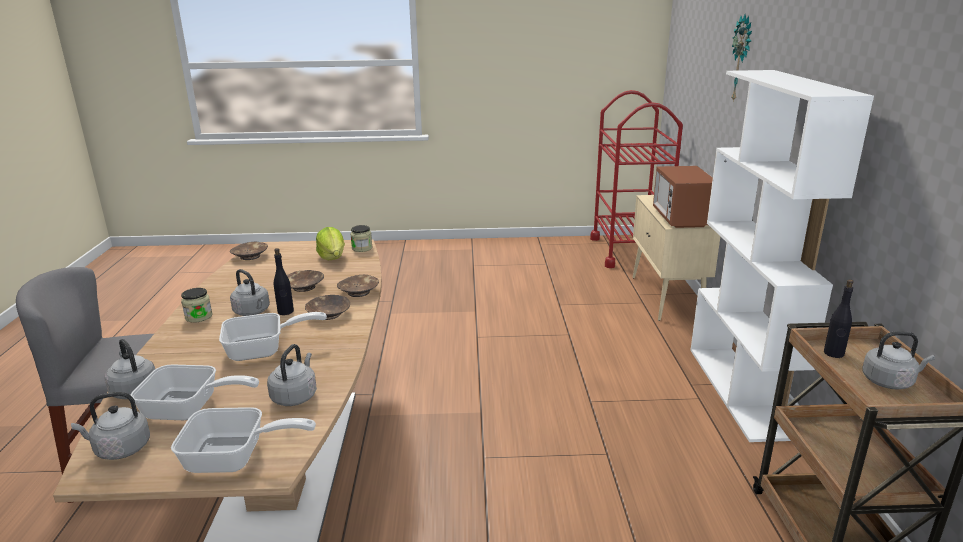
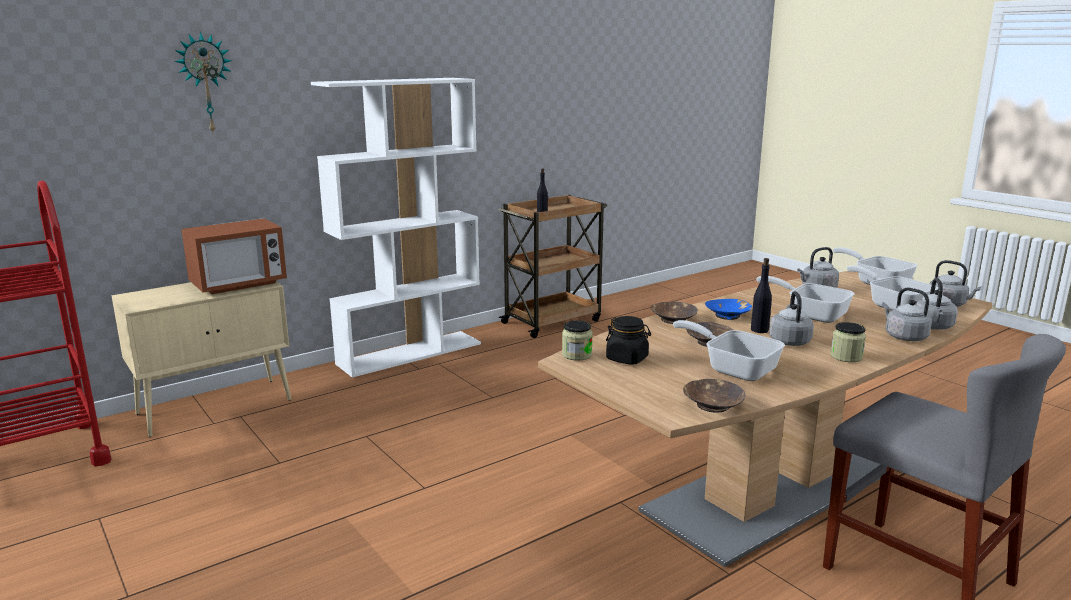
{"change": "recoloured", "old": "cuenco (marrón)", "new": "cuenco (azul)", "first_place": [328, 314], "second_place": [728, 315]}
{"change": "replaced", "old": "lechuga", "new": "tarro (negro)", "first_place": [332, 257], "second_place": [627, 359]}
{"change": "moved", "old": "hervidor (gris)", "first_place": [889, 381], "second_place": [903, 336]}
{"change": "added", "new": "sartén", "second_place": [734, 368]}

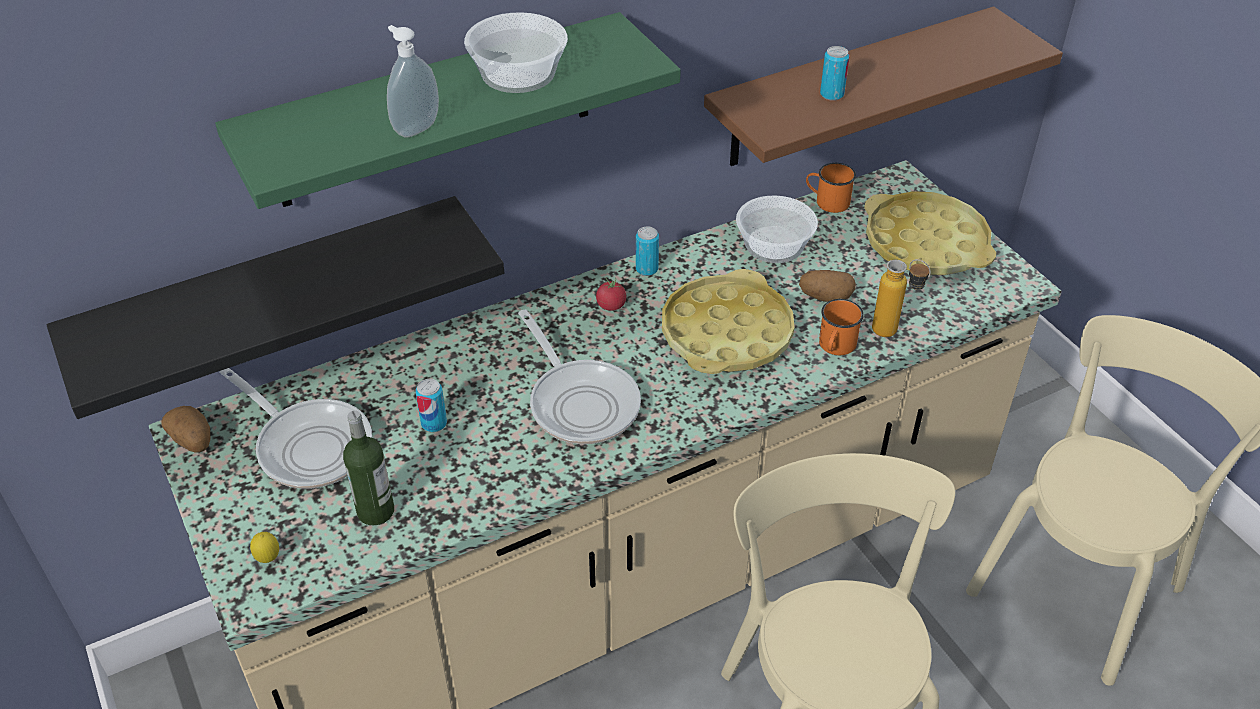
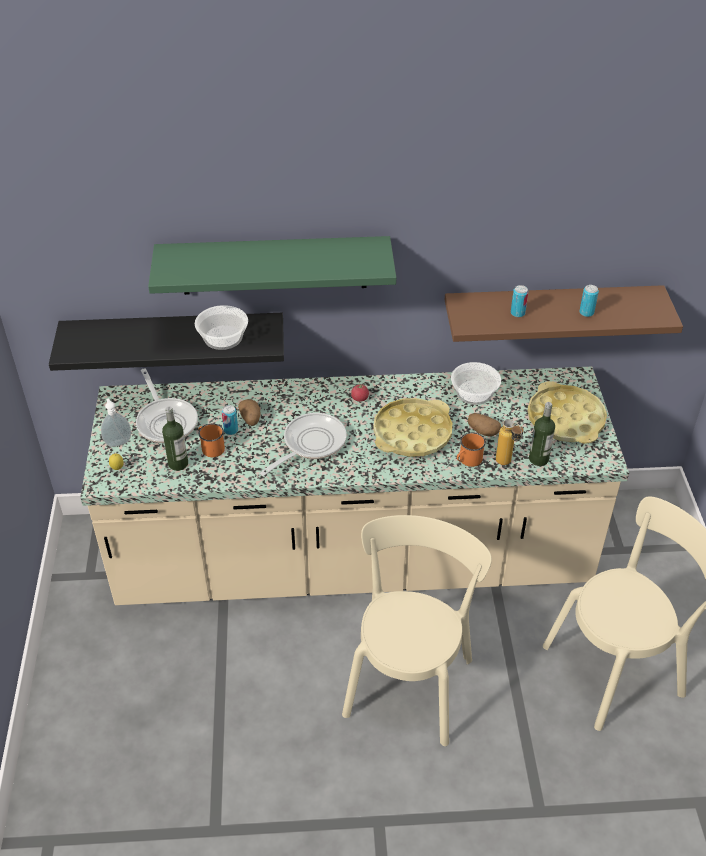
{"change": "moved", "old": "patata", "first_place": [193, 441], "second_place": [250, 419]}
{"change": "moved", "old": "dispensador de jabón", "first_place": [415, 127], "second_place": [118, 442]}
{"change": "moved", "old": "cuenco", "first_place": [519, 72], "second_place": [224, 337]}
{"change": "turned", "old": "sartén", "first_place": [580, 402], "second_place": [310, 444], "degrees": -135}
{"change": "moved", "old": "lata", "first_place": [647, 269], "second_place": [586, 312]}
{"change": "moved", "old": "taza grande (naranja)", "first_place": [827, 201], "second_place": [210, 447]}
{"change": "added", "new": "botella", "second_place": [538, 459]}

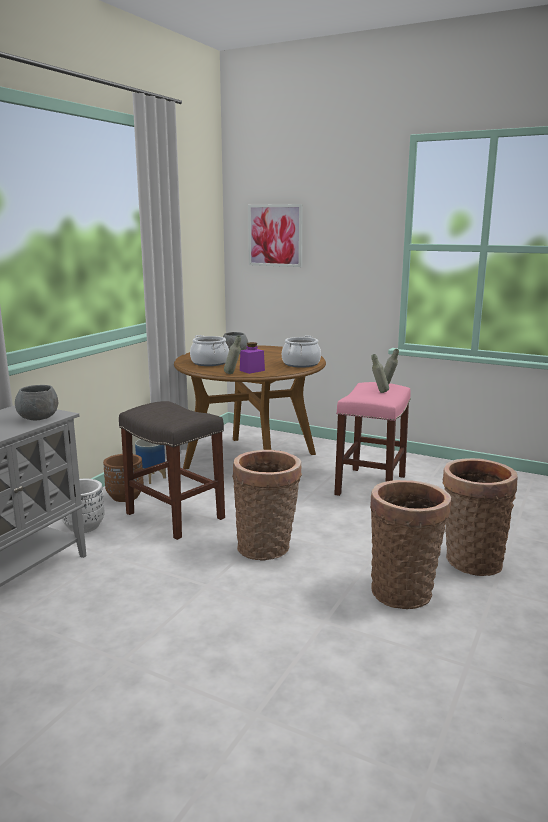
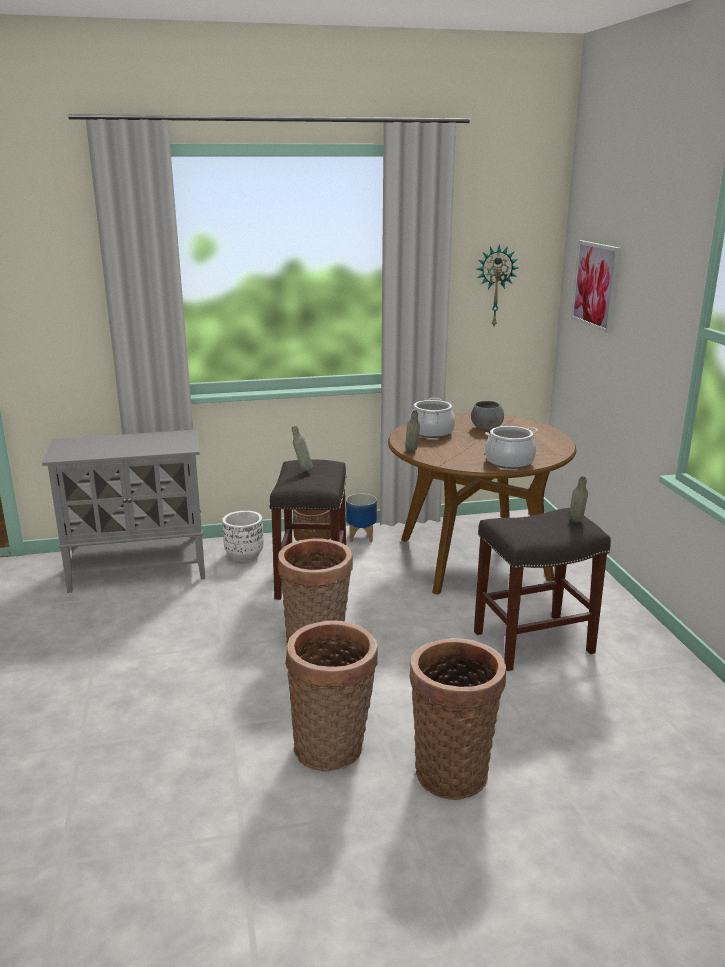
{"change": "removed", "old": "cuenco (gris)", "first_place": [38, 418]}
{"change": "removed", "old": "tarro (morado)", "first_place": [252, 370]}
{"change": "recoloured", "old": "taburete (rosa)", "new": "taburete (gris)", "first_place": [371, 486], "second_place": [532, 643]}
{"change": "moved", "old": "botella (gris)", "first_place": [379, 392], "second_place": [302, 470]}
{"change": "added", "new": "reloj de pared", "second_place": [495, 286]}

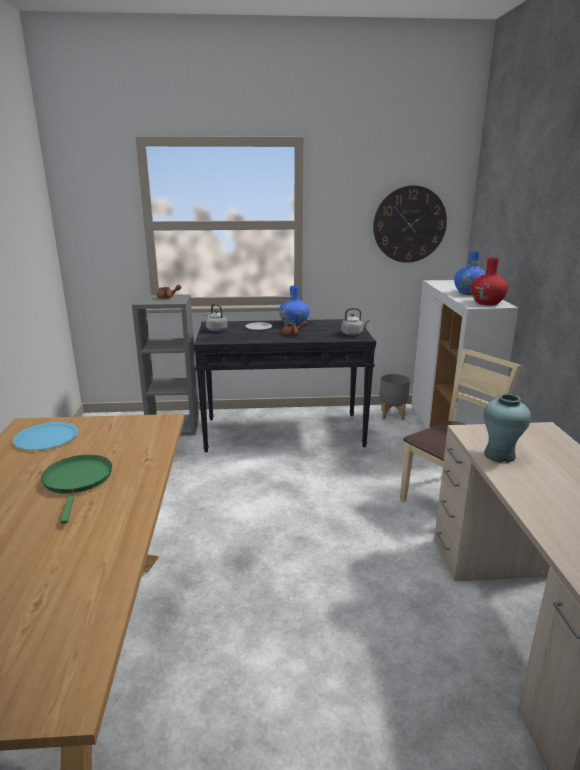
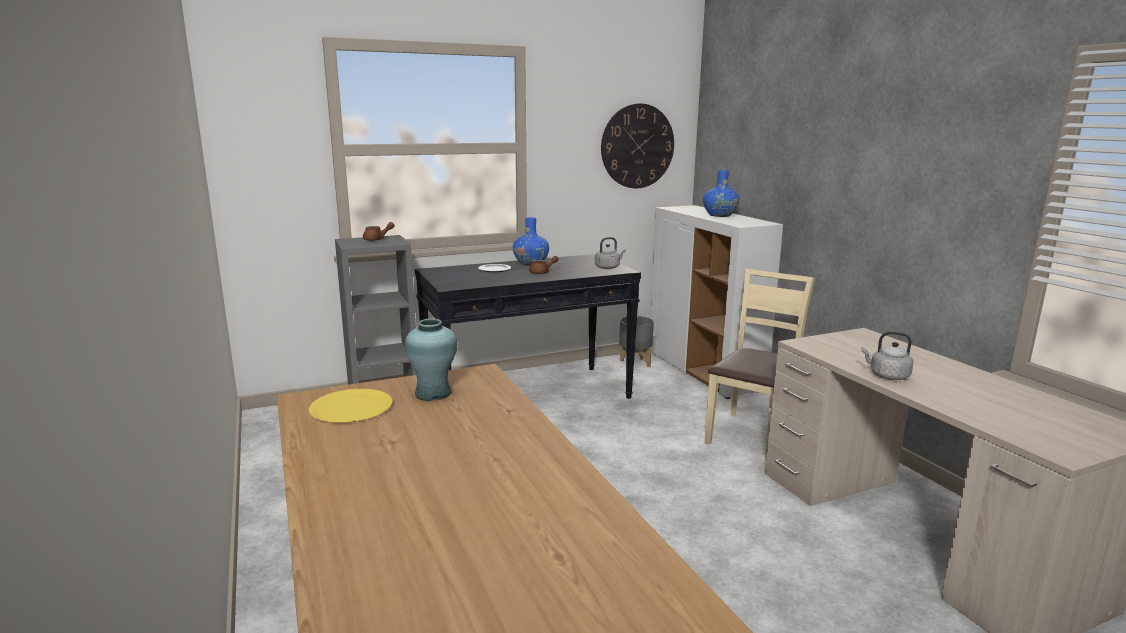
{"change": "recoloured", "old": "plato (azul)", "new": "plato (amarillo)", "first_place": [46, 437], "second_place": [351, 407]}
{"change": "removed", "old": "sartén (verde)", "first_place": [78, 481]}
{"change": "moved", "old": "hervidor (gris)", "first_place": [216, 329], "second_place": [887, 376]}
{"change": "removed", "old": "florero (rojo)", "first_place": [487, 303]}
{"change": "moved", "old": "florero (turquesa)", "first_place": [499, 455], "second_place": [433, 393]}

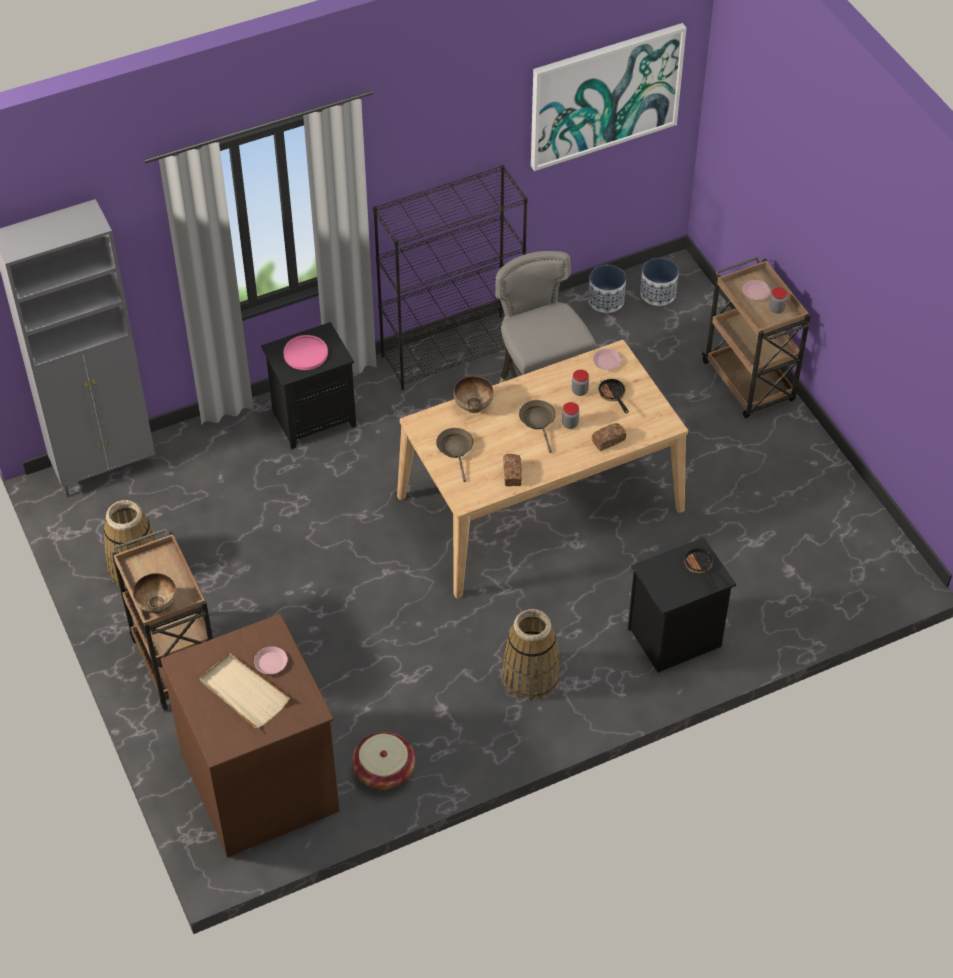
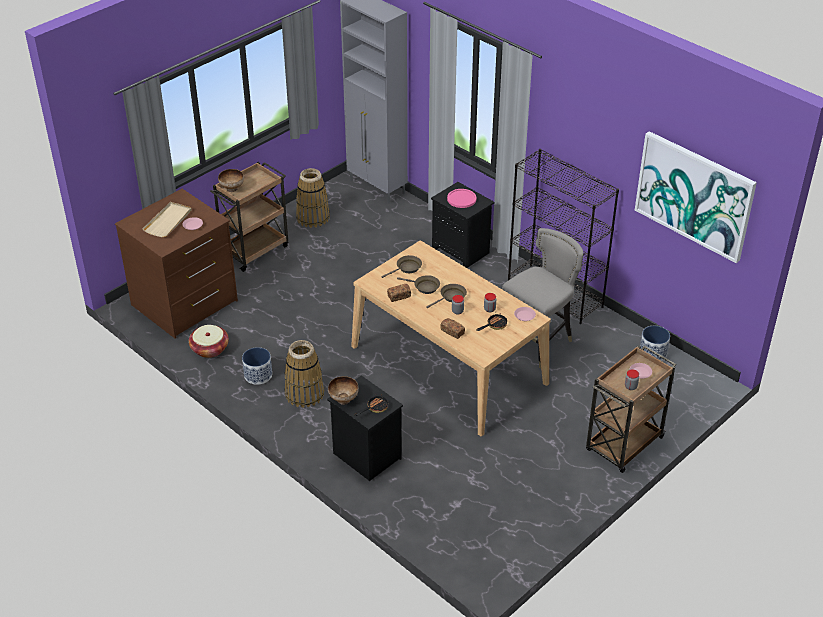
{"change": "moved", "old": "cuenco", "first_place": [473, 406], "second_place": [344, 399]}
{"change": "moved", "old": "maceta", "first_place": [658, 293], "second_place": [258, 375]}
{"change": "added", "new": "sartén (marrón)", "second_place": [424, 287]}

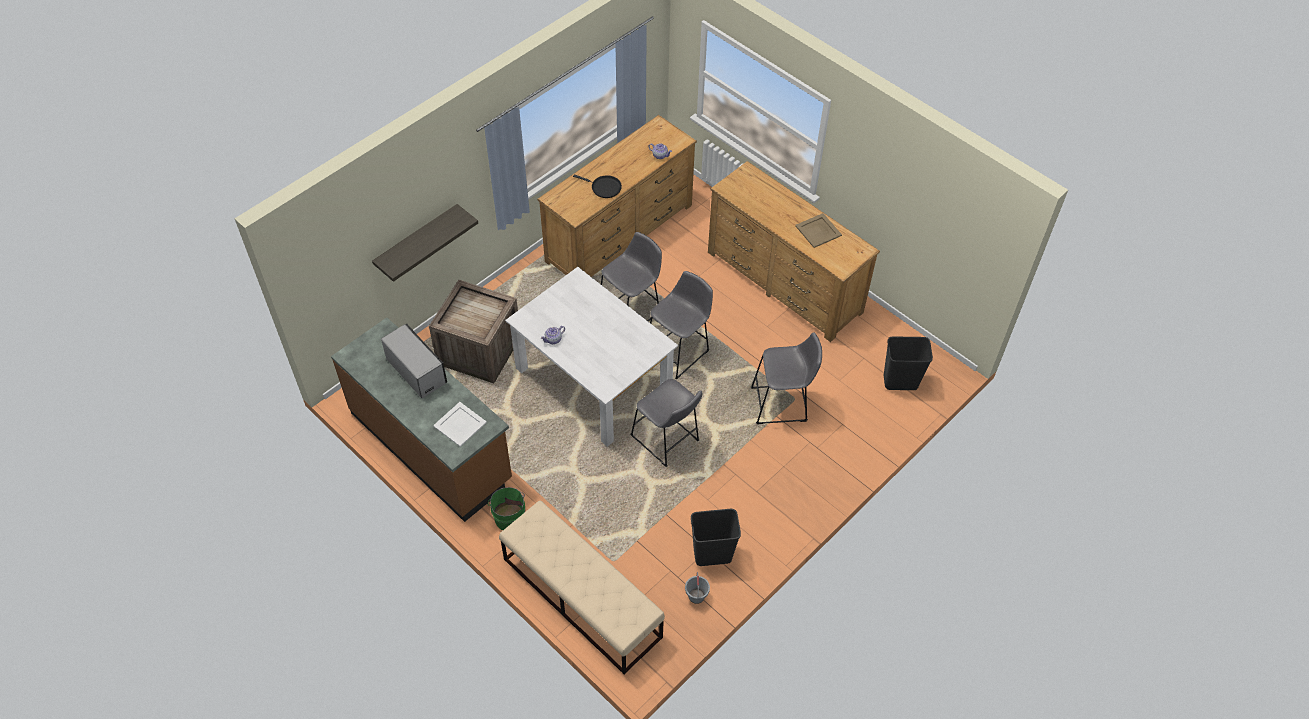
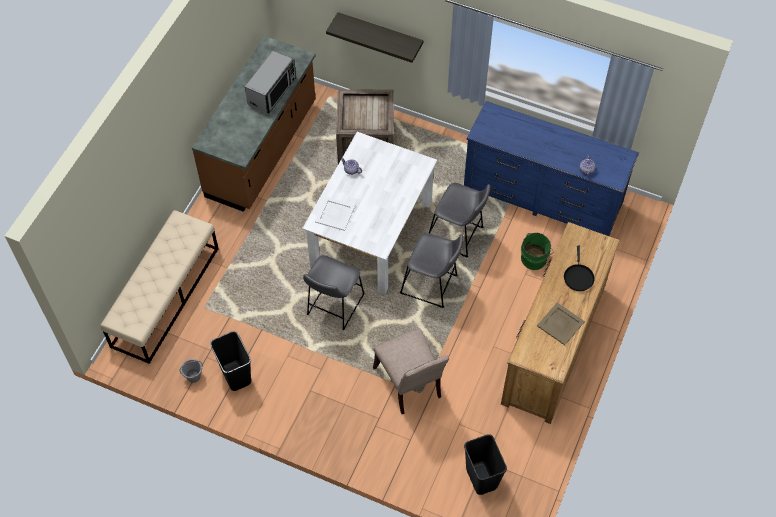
{"change": "moved", "old": "bandeja (blanco)", "first_place": [460, 424], "second_place": [335, 214]}
{"change": "moved", "old": "cubo (verde)", "first_place": [509, 516], "second_place": [535, 258]}
{"change": "recoloured", "old": "cómoda (marrón)", "new": "cómoda (azul)", "first_place": [619, 233], "second_place": [542, 197]}
{"change": "moved", "old": "sartén (negro)", "first_place": [604, 188], "second_place": [578, 277]}
{"change": "replaced", "old": "taburete (gris)", "new": "silla (beis)", "first_place": [782, 404], "second_place": [410, 384]}

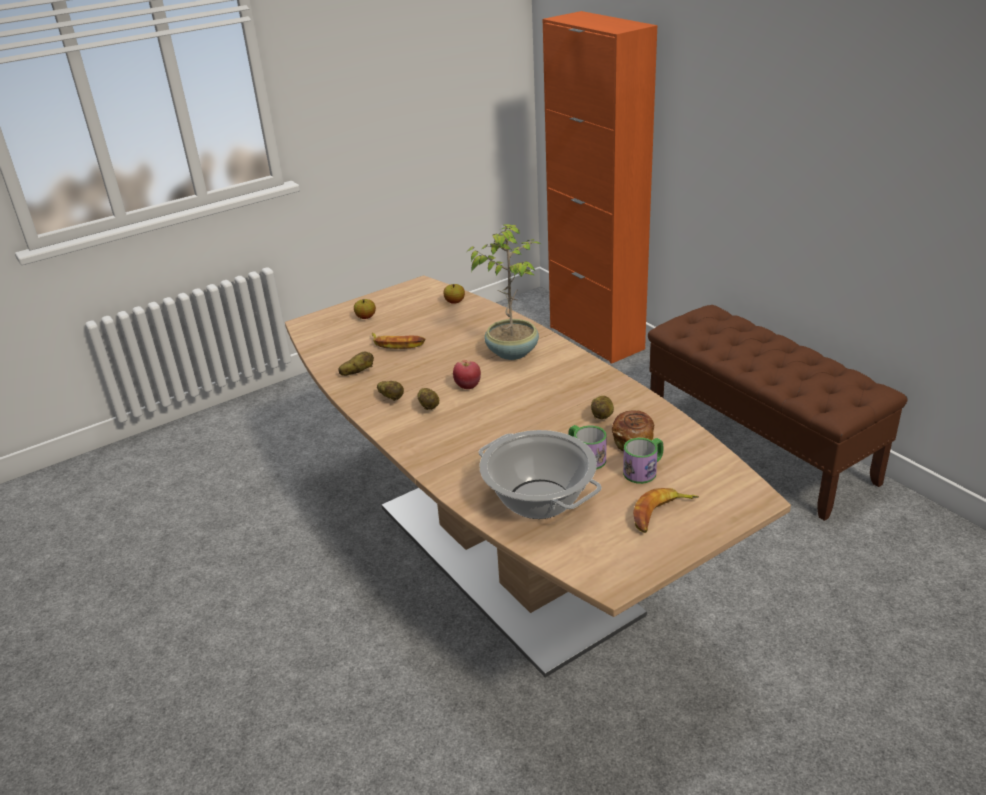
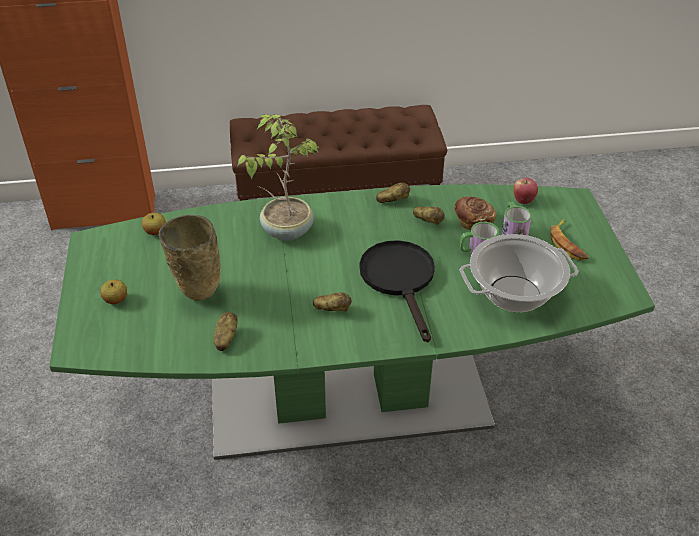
{"change": "recoloured", "old": "mesa de comedor (marrón)", "new": "mesa de comedor (verde)", "first_place": [504, 558], "second_place": [350, 399]}
{"change": "replaced", "old": "plátano", "new": "florero (beis)", "first_place": [397, 344], "second_place": [197, 295]}
{"change": "moved", "old": "patata", "first_place": [391, 398], "second_place": [392, 200]}
{"change": "moved", "old": "manzana", "first_place": [468, 386], "second_place": [523, 200]}
{"change": "added", "new": "sartén (negro)", "second_place": [400, 280]}

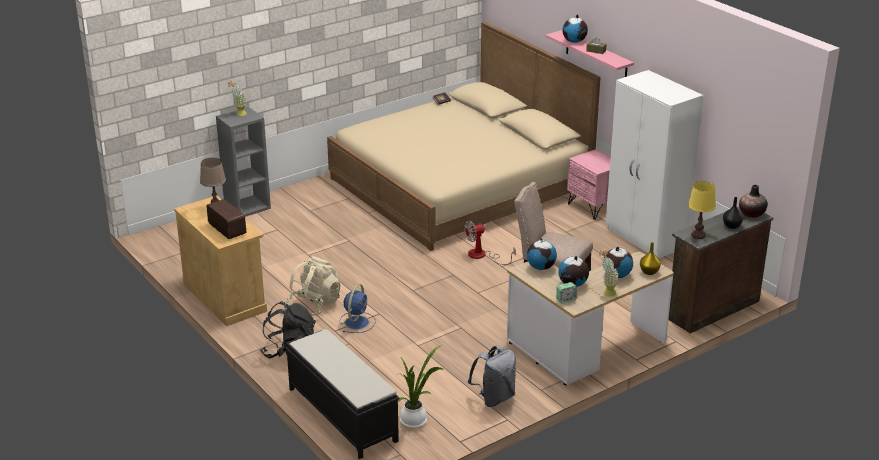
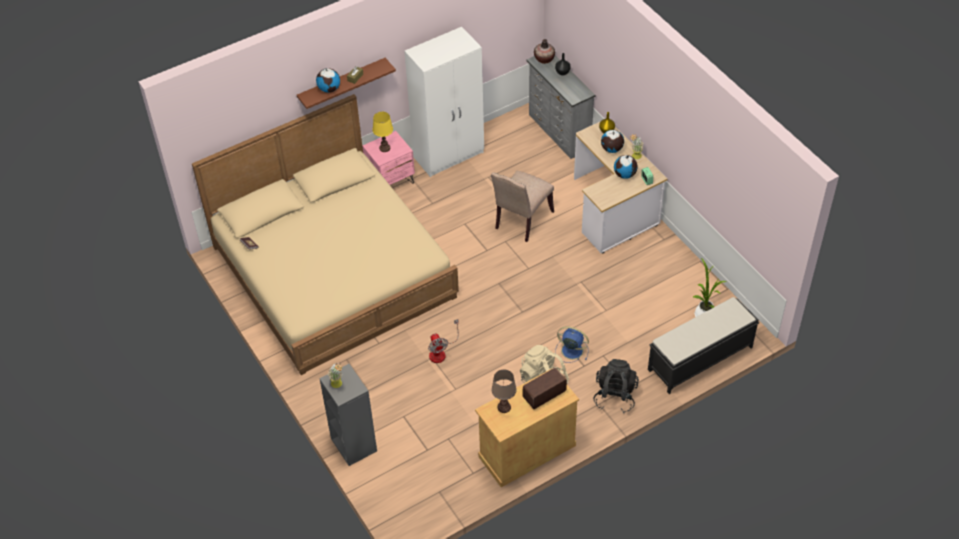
{"change": "moved", "old": "ventilador", "first_place": [483, 256], "second_place": [441, 352]}
{"change": "removed", "old": "mochila (gris)", "first_place": [494, 398]}
{"change": "removed", "old": "globo terráqueo", "first_place": [541, 267]}
{"change": "recoloured", "old": "estante (rosa)", "new": "estante (marrón)", "first_place": [596, 56], "second_place": [342, 83]}
{"change": "recoloured", "old": "cómoda (marrón)", "new": "cómoda (gris)", "first_place": [712, 309], "second_place": [558, 132]}
{"change": "moved", "old": "lámpara de mesa (amarillo)", "first_place": [698, 235], "second_place": [385, 148]}

